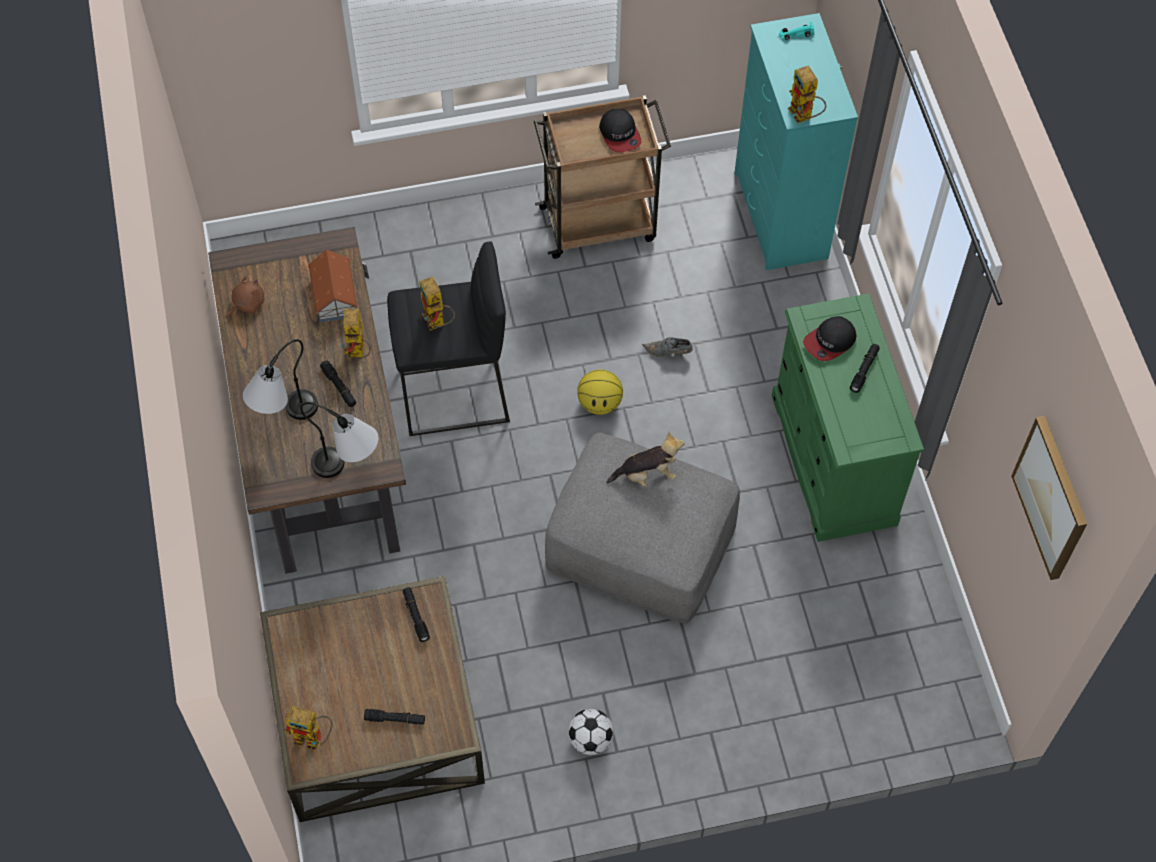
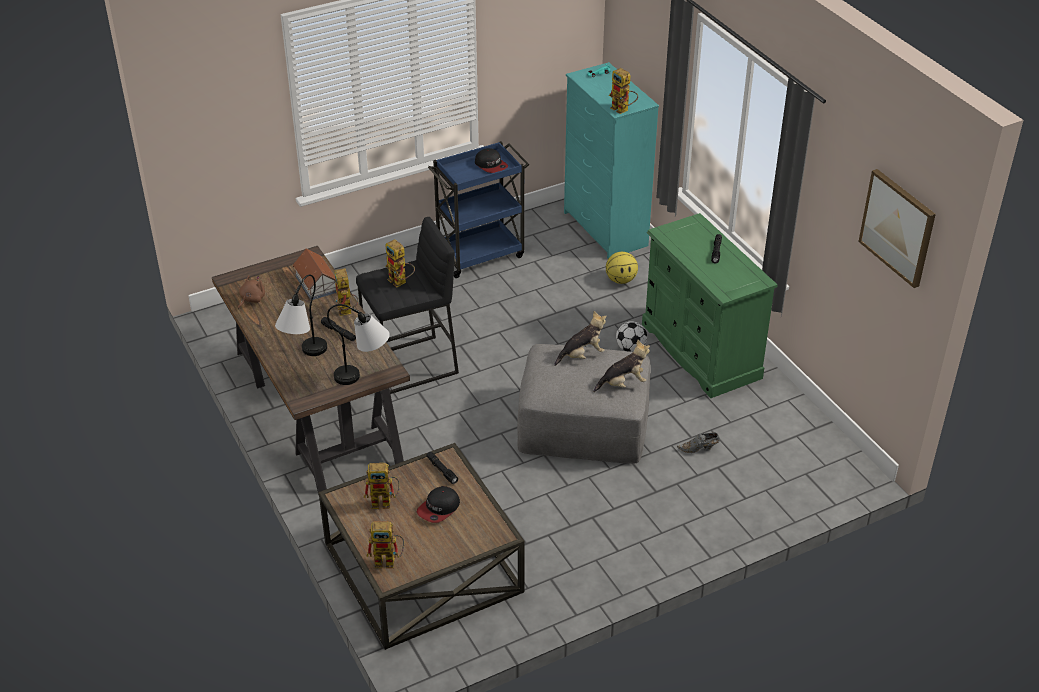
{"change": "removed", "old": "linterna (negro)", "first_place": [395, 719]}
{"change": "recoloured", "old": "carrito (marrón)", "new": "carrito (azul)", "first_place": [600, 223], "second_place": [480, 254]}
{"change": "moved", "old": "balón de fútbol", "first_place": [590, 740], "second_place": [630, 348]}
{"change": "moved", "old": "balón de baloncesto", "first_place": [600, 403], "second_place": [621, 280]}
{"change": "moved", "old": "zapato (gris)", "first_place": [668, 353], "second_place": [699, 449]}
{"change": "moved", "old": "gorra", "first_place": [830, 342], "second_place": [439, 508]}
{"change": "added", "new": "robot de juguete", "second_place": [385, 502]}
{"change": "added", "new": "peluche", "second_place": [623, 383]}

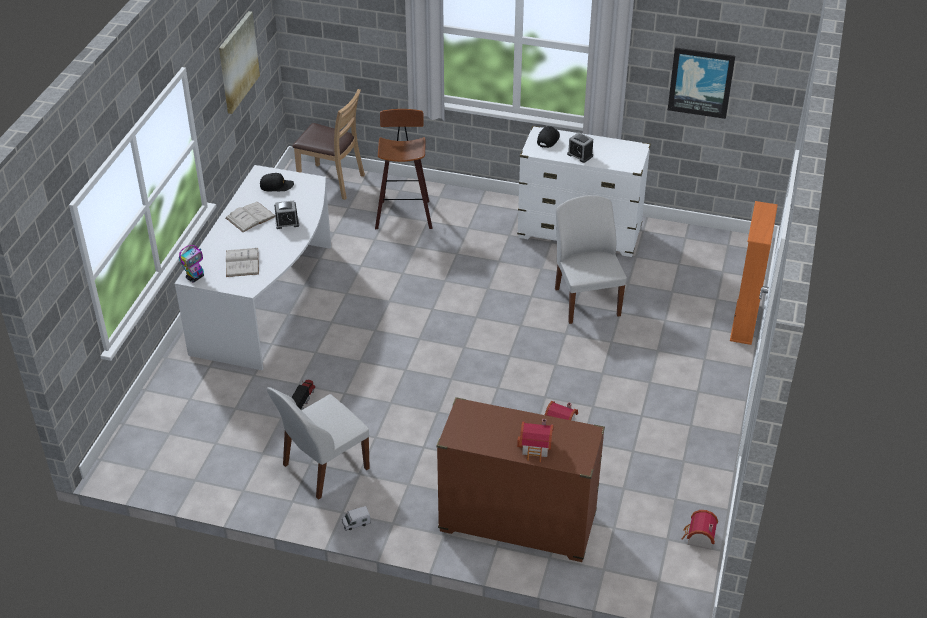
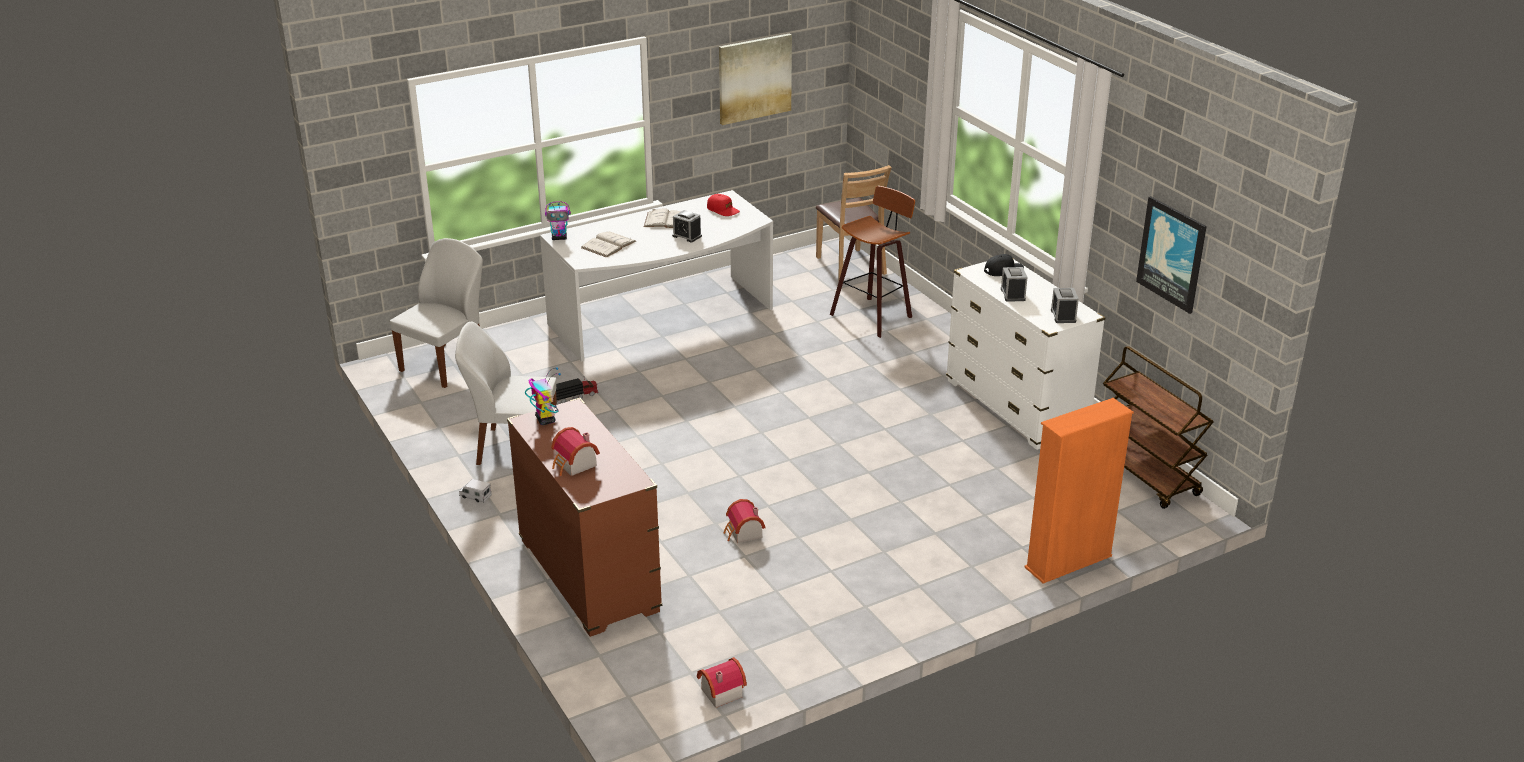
{"change": "recoloured", "old": "gorra (negro)", "new": "gorra (rojo)", "first_place": [276, 186], "second_place": [723, 210]}
{"change": "moved", "old": "silla (blanco)", "first_place": [587, 300], "second_place": [446, 365]}
{"change": "added", "new": "robot de juguete", "second_place": [545, 419]}
{"change": "added", "new": "despertador", "second_place": [1063, 316]}
{"change": "added", "new": "carrito (marrón)", "second_place": [1146, 475]}

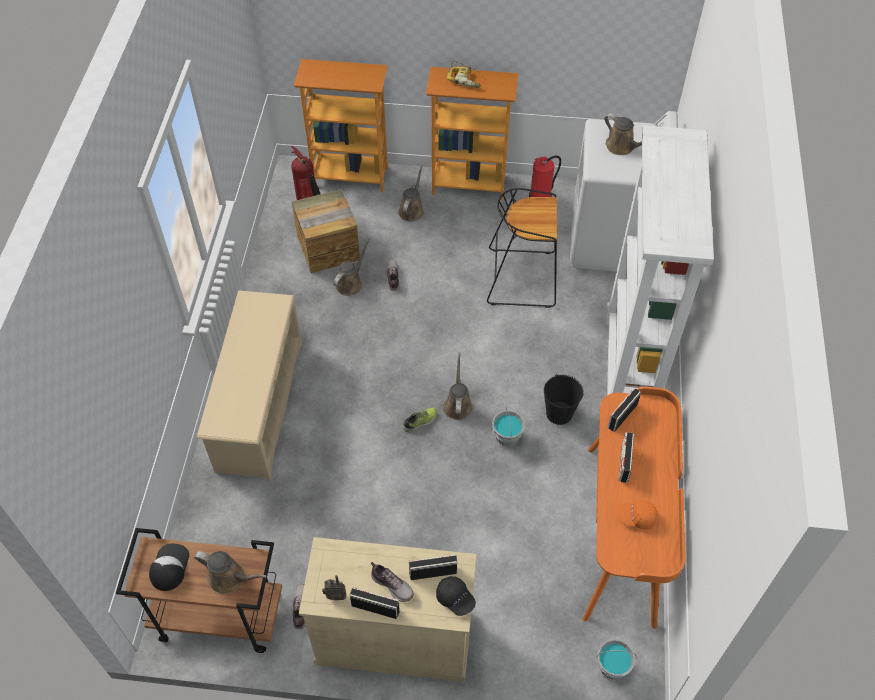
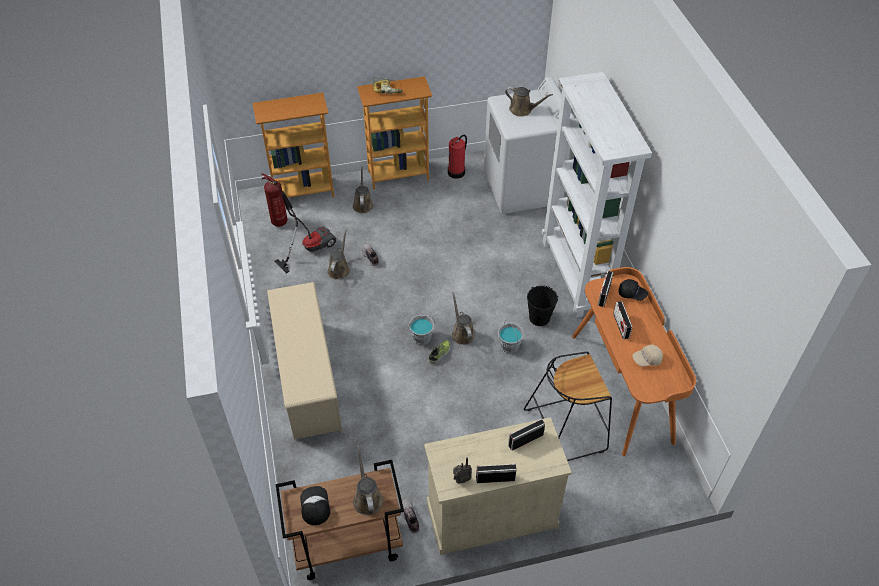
{"change": "turned", "old": "regadera (marrón)", "first_place": [229, 578], "second_place": [367, 498], "degrees": -105}
{"change": "replaced", "old": "caja de embalaje", "new": "aspiradora", "first_place": [328, 248], "second_place": [309, 248]}
{"change": "removed", "old": "zapato", "first_place": [392, 585]}
{"change": "moved", "old": "gorra (negro)", "first_place": [455, 598], "second_place": [632, 294]}
{"change": "moved", "old": "taburete (negro)", "first_place": [523, 277], "second_place": [566, 429]}
{"change": "moved", "old": "cubo (gris)", "first_place": [612, 667], "second_place": [421, 337]}
{"change": "recoloured", "old": "gorra (naranja)", "new": "gorra (beis)", "first_place": [636, 517], "second_place": [646, 359]}

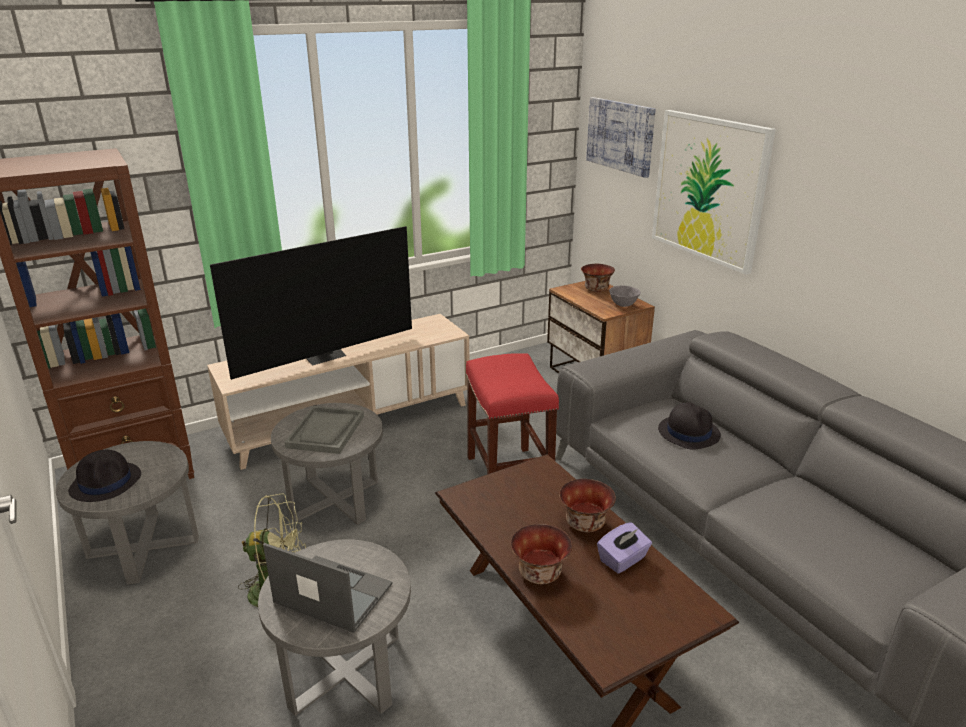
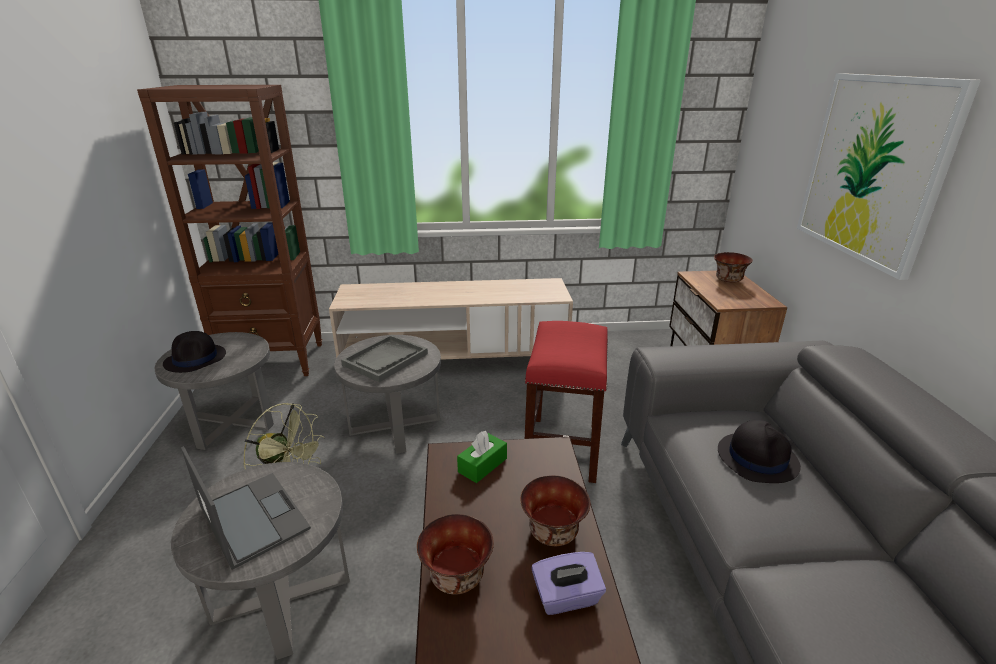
{"change": "removed", "old": "televisor", "first_place": [324, 356]}
{"change": "removed", "old": "cuadro", "first_place": [620, 136]}
{"change": "removed", "old": "cuenco (gris)", "first_place": [623, 305]}
{"change": "added", "new": "caja de pañuelos (verde)", "second_place": [482, 465]}

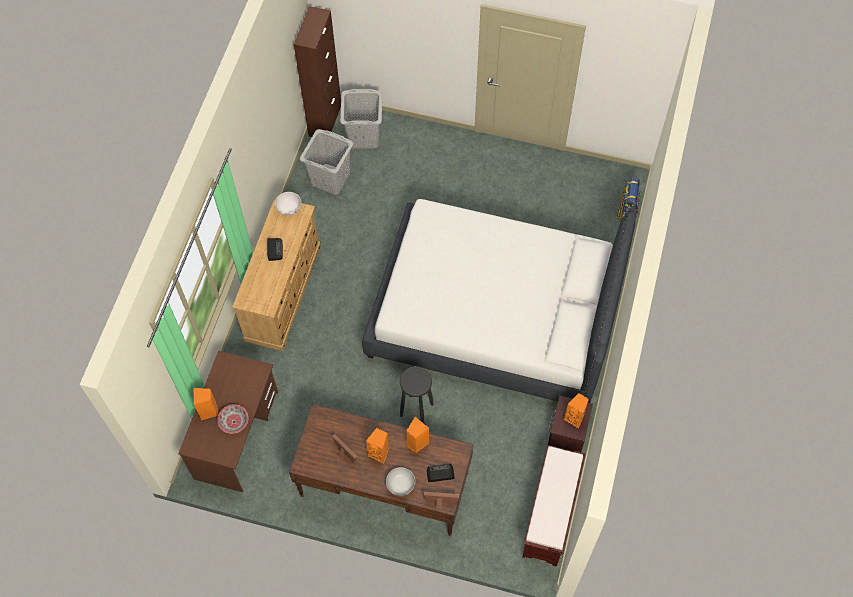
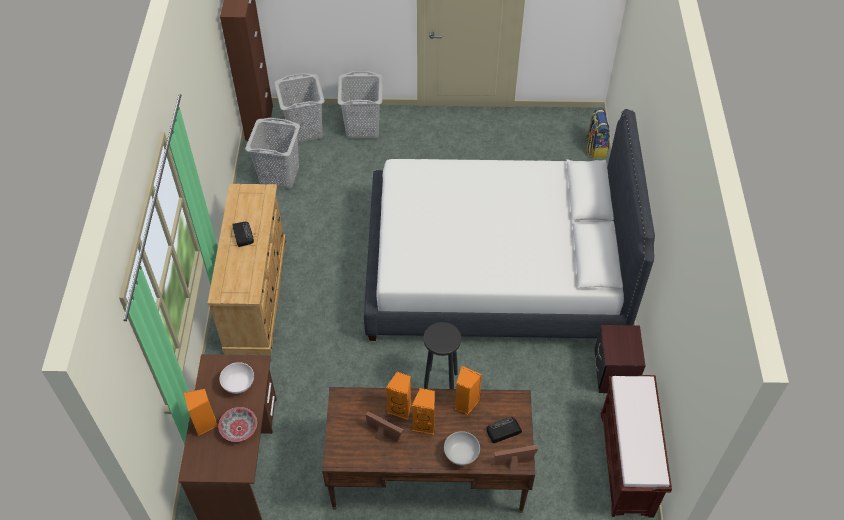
{"change": "moved", "old": "cuenco (blanco)", "first_place": [289, 209], "second_place": [239, 385]}
{"change": "moved", "old": "altavoz (naranja)", "first_place": [575, 418], "second_place": [401, 408]}
{"change": "added", "new": "cesto de la ropa (gris)", "second_place": [363, 127]}

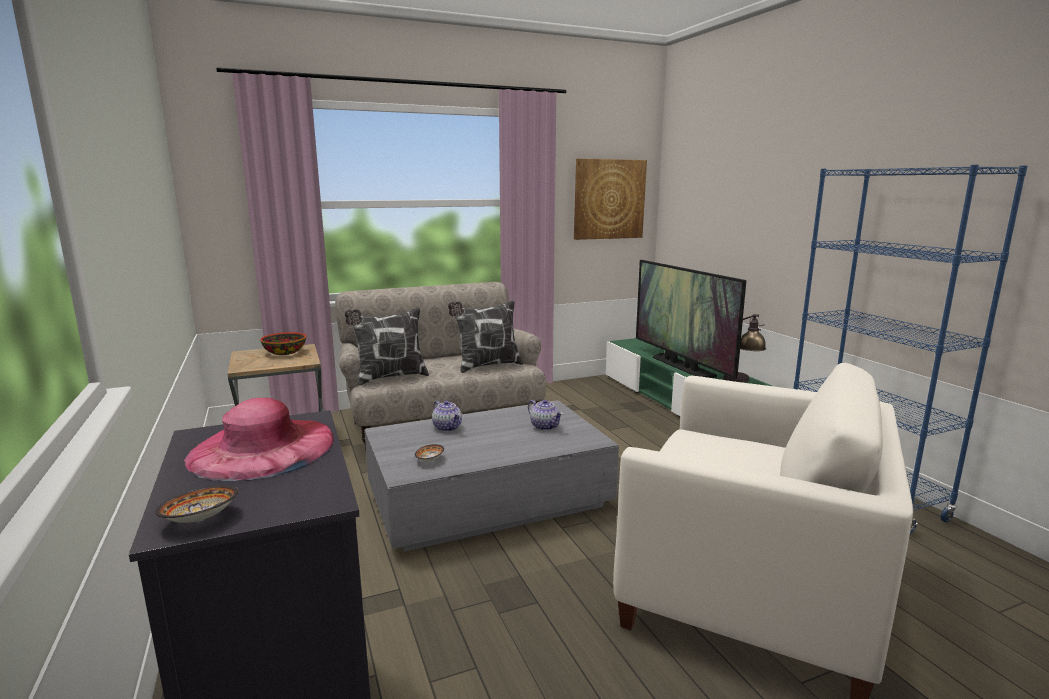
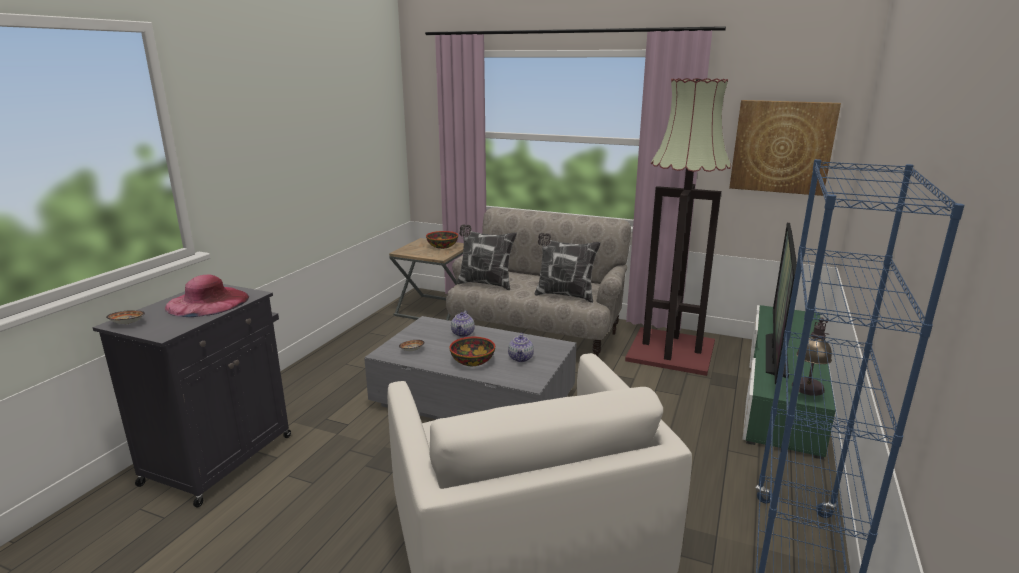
{"change": "added", "new": "cuenco", "second_place": [472, 361]}
{"change": "added", "new": "lámpara de pie", "second_place": [672, 351]}

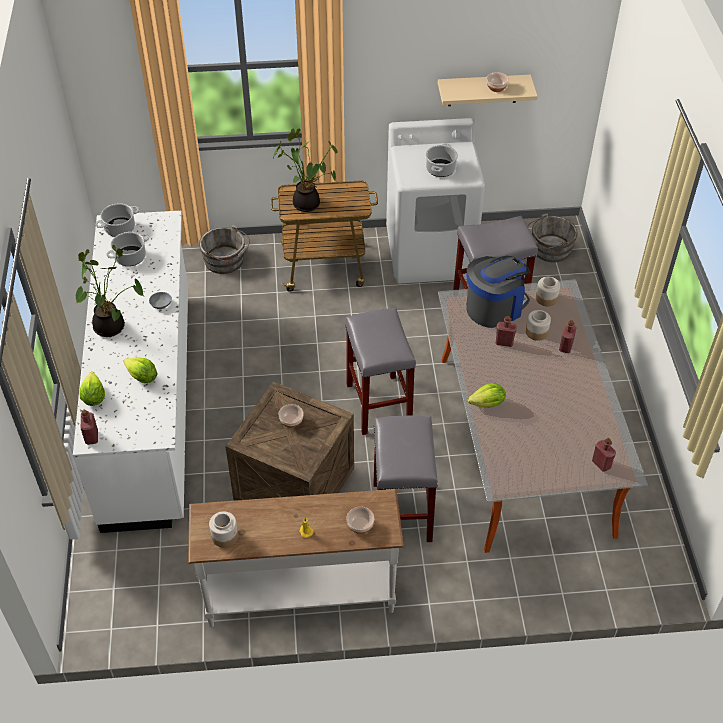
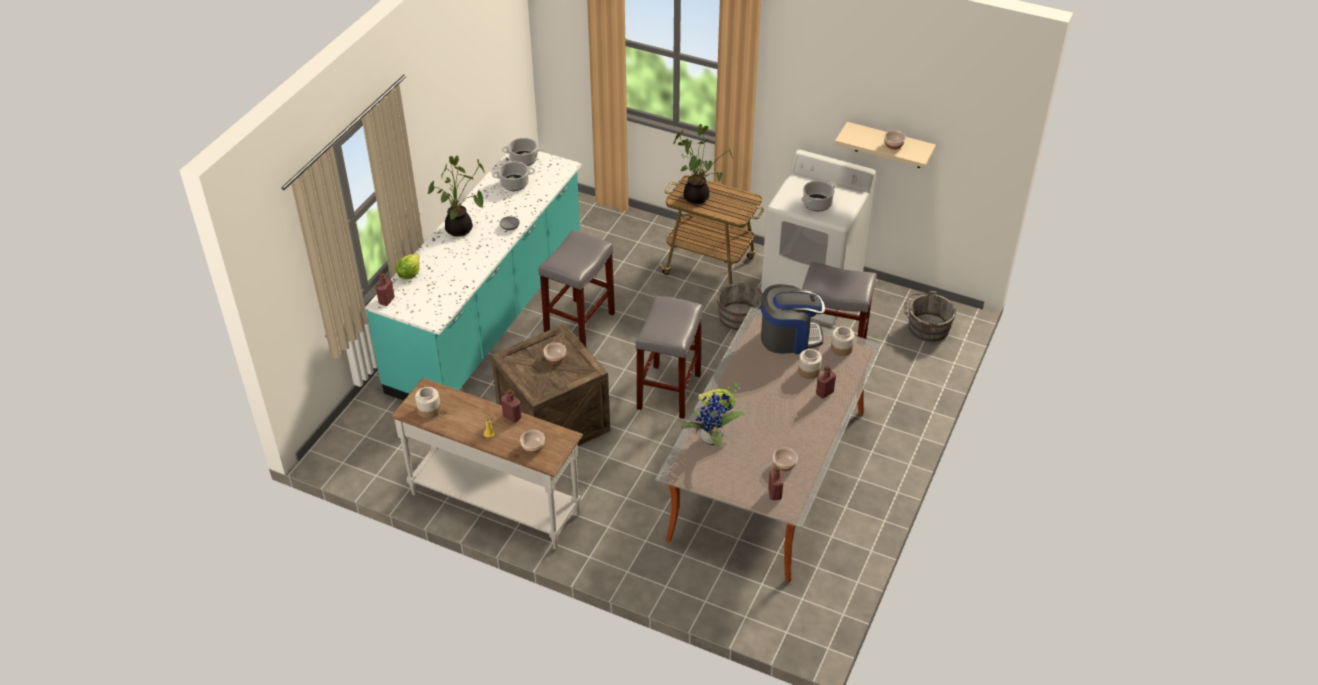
{"change": "recoloured", "old": "mueble bajo de cocina (blanco)", "new": "mueble bajo de cocina (turquesa)", "first_place": [151, 404], "second_place": [489, 316]}
{"change": "removed", "old": "lechuga", "first_place": [142, 377]}
{"change": "moved", "old": "cubo (gris)", "first_place": [226, 261], "second_place": [740, 318]}
{"change": "moved", "old": "taburete (gris)", "first_place": [401, 511], "second_place": [579, 323]}
{"change": "moved", "old": "botella (rojo)", "first_place": [504, 342], "second_place": [512, 416]}
{"change": "added", "new": "planta en maceta", "second_place": [713, 441]}
{"change": "added", "new": "cuenco", "second_place": [784, 464]}

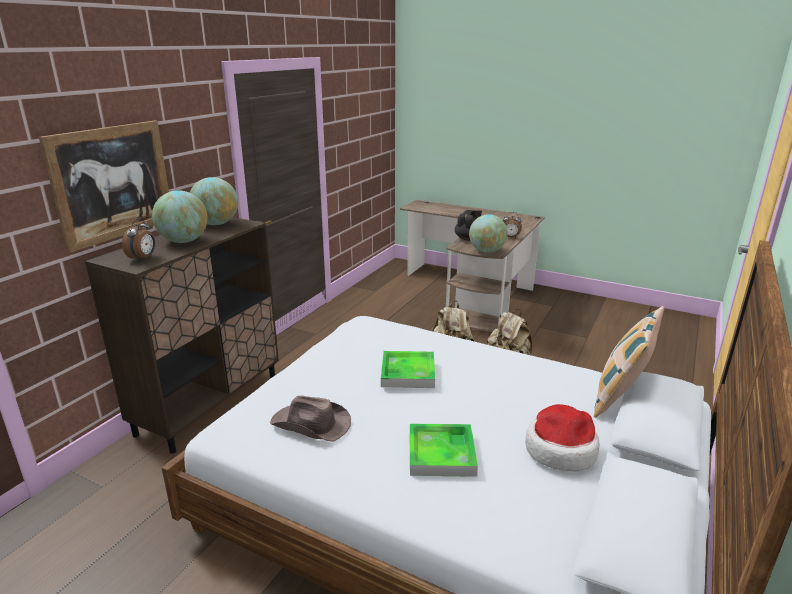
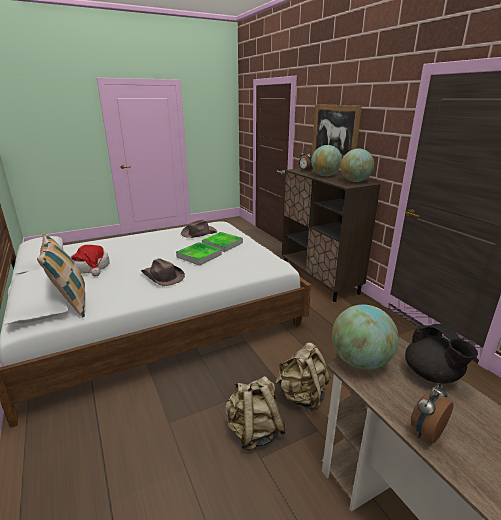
{"change": "moved", "old": "bandeja", "first_place": [441, 453], "second_place": [222, 244]}
{"change": "added", "new": "sombrero (marrón)", "second_place": [162, 277]}

